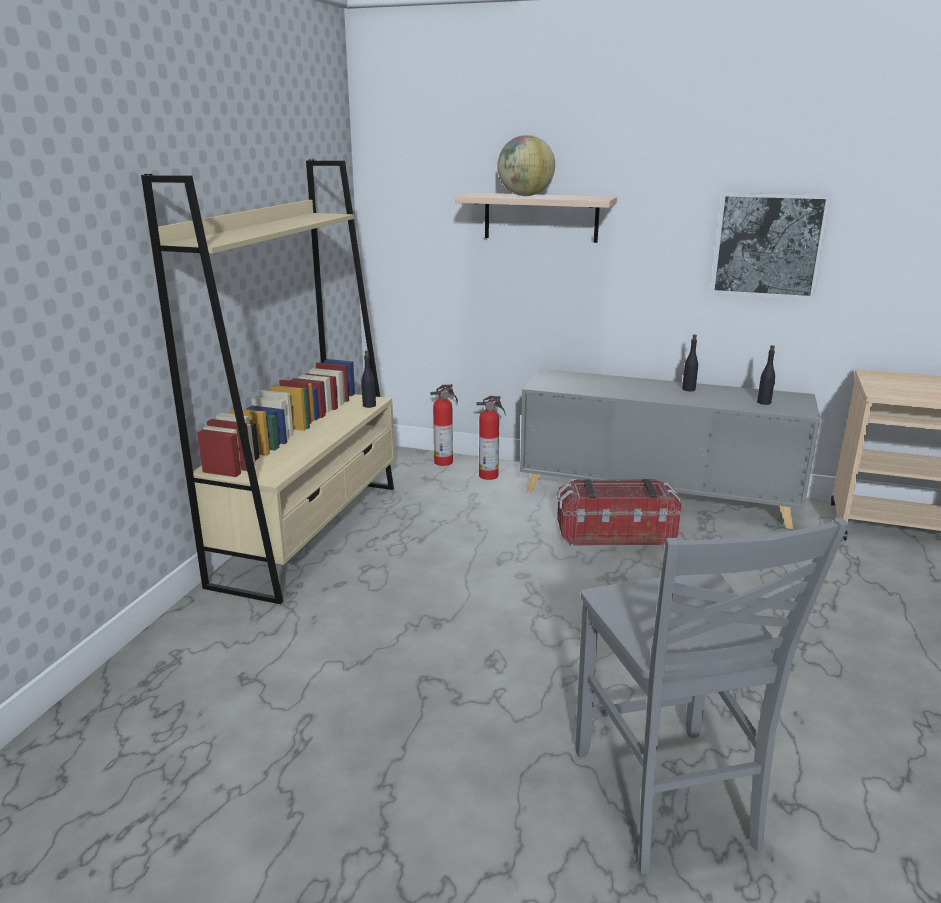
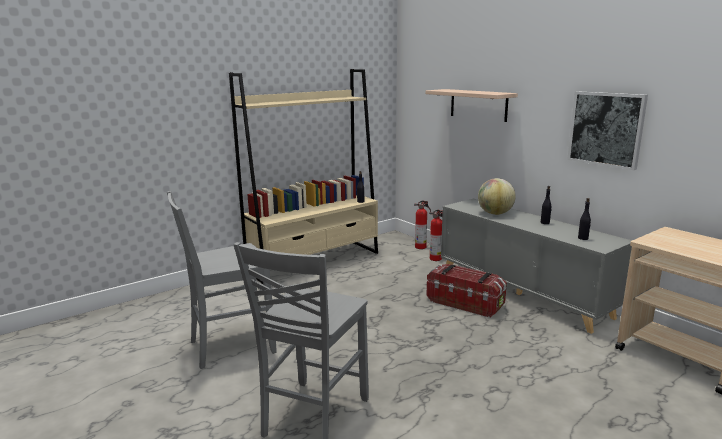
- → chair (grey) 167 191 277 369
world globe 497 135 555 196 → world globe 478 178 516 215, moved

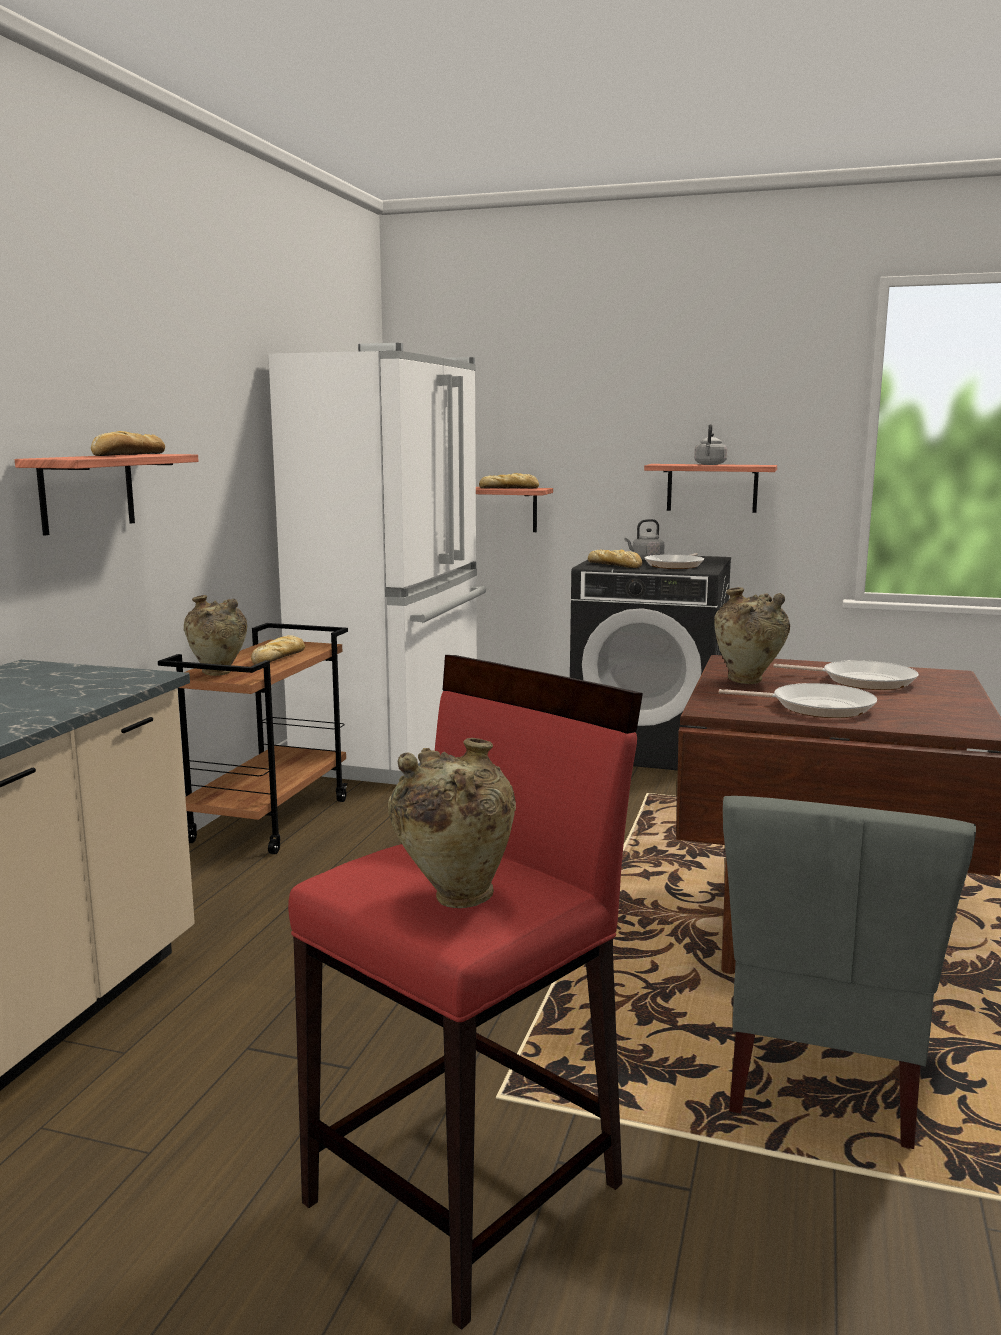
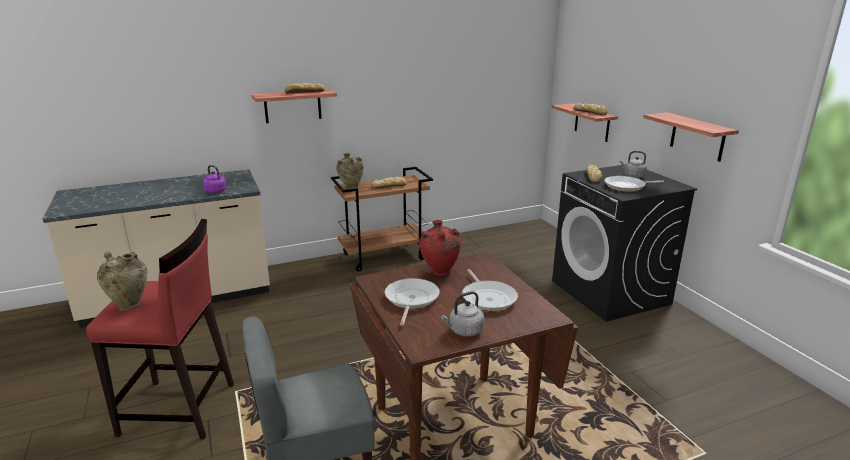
fridge (whitish) 268 343 486 785 → -
- → tea kettle (purple-coloured) 203 165 227 194
tea kettle (grey) 694 424 727 465 → tea kettle (grey) 441 291 484 337, moved
decorative vase (beige-coloured) 714 587 790 684 → decorative vase (red) 419 220 461 276
frying pan 719 683 877 718 → frying pan 385 278 440 326, 150 degrees counterclockwise

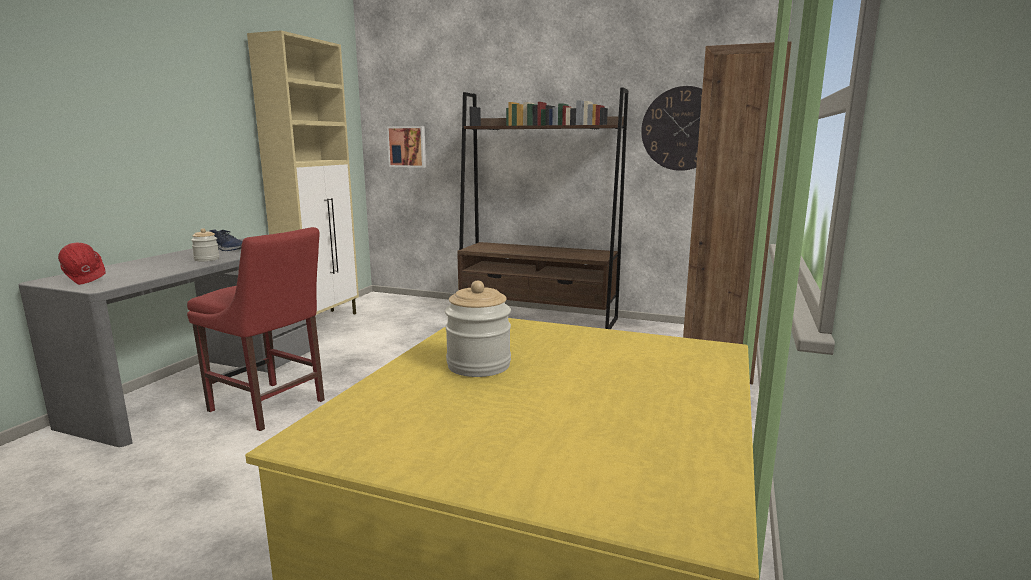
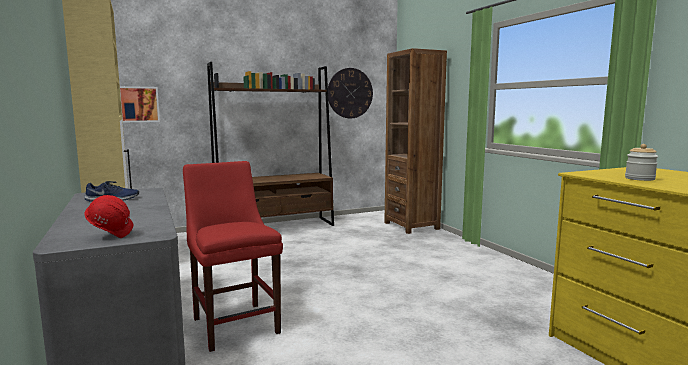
storage jar 191 228 219 261 → -
chair (red) 187 227 325 431 → chair (red) 183 161 283 352, 105 degrees counterclockwise

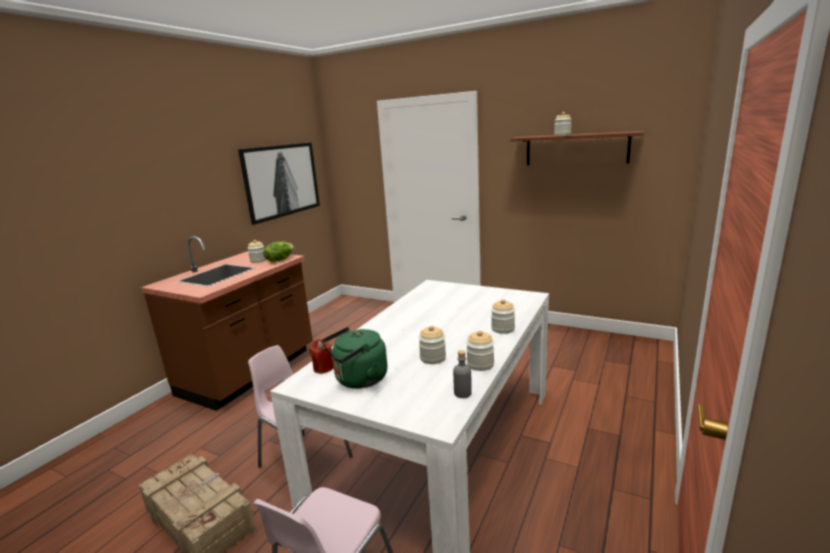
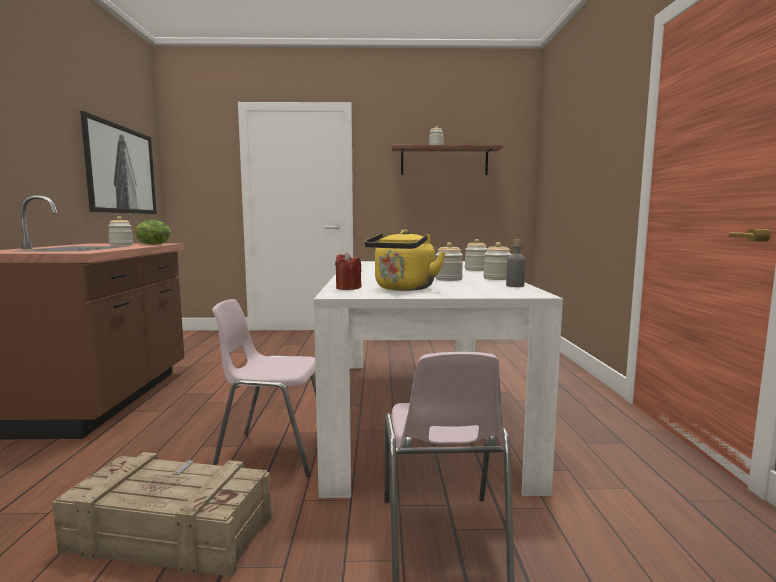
tea kettle (green-coloured) 322 327 388 389 → tea kettle (yellow) 364 229 446 291

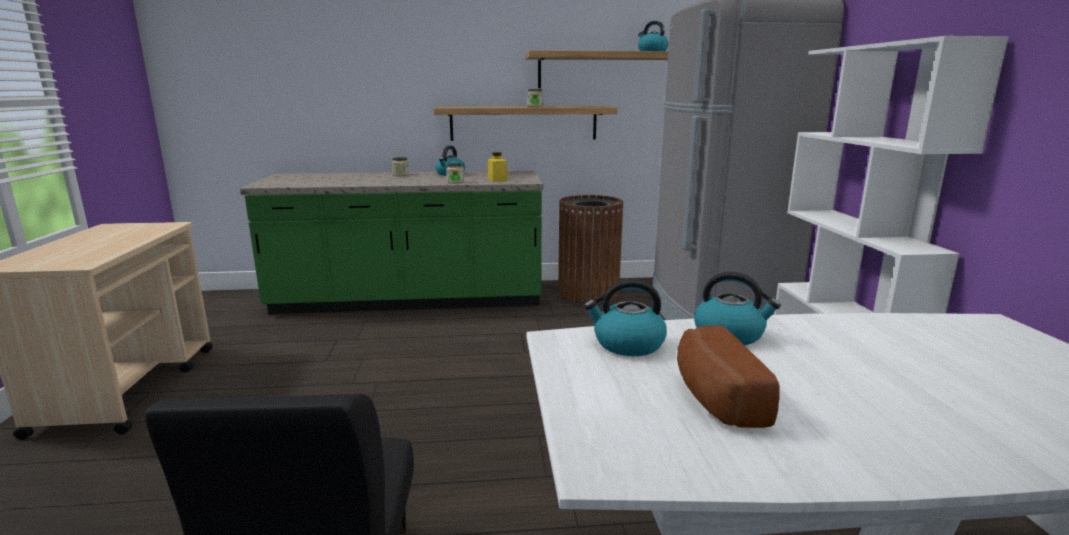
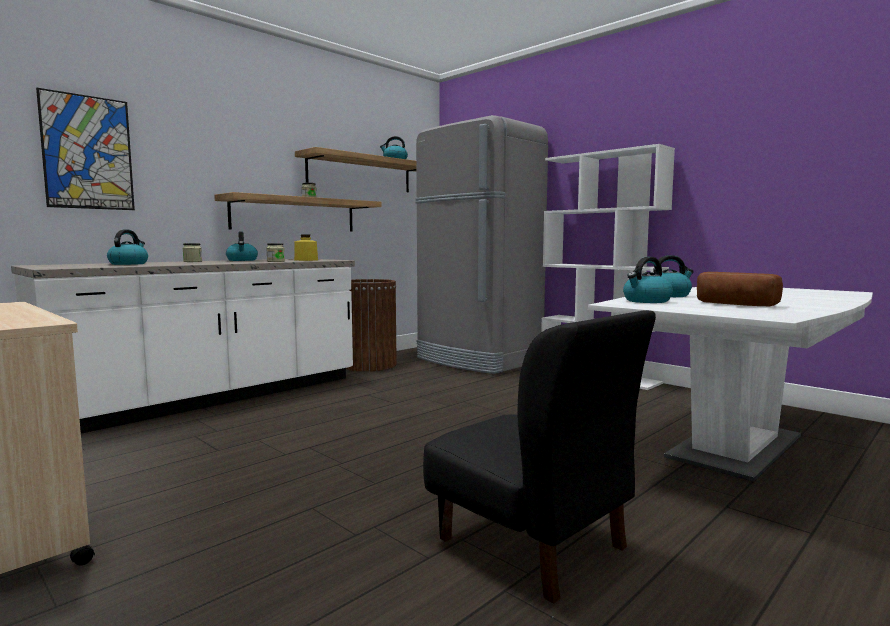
- → wall picture 36 88 135 210
- → tea kettle 107 229 148 265
kitchen base unit (green-coloured) 240 170 543 314 → kitchen base unit (whitish) 11 259 355 434

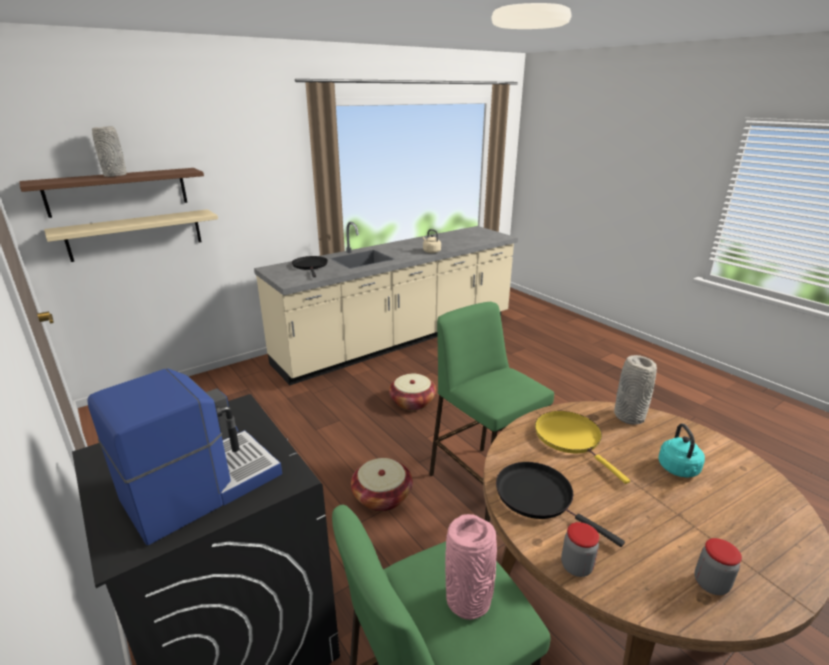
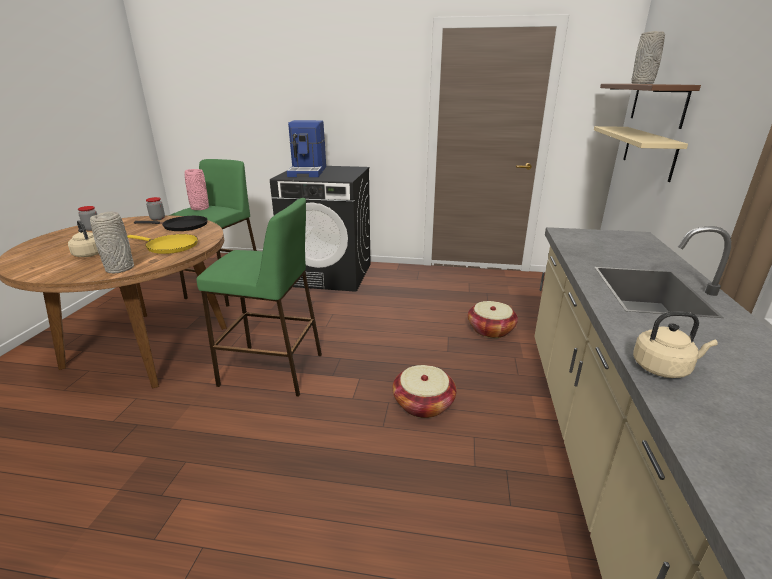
frying pan (black-coloured) 292 256 328 277 → -
storage basket 351 458 413 512 → storage basket 468 301 518 338, moved
tea kettle (turquoise) 658 424 705 477 → tea kettle (beige-coloured) 68 220 99 257

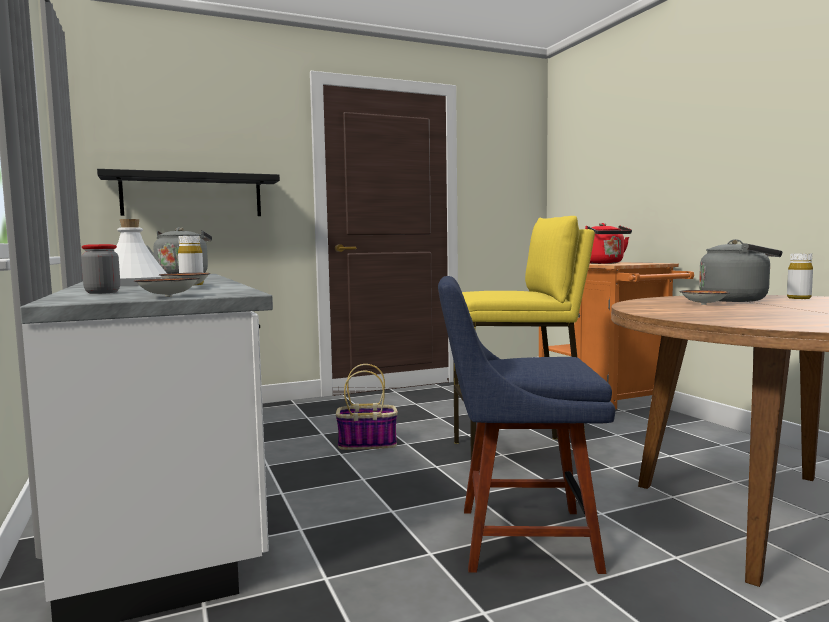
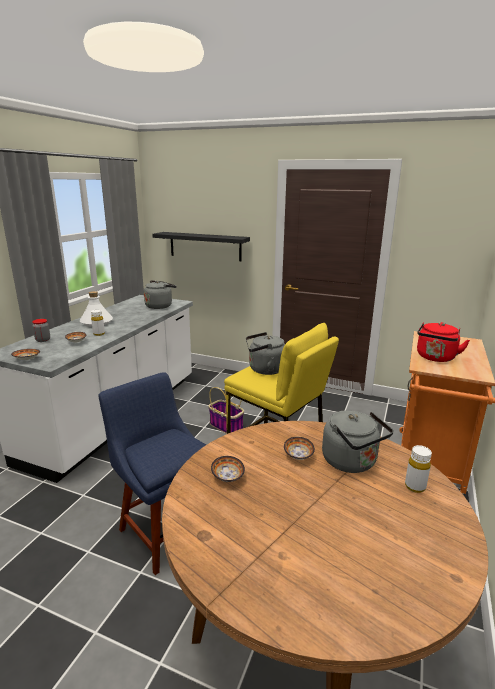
- → serving bowl 211 456 245 482
- → tea kettle (grey) 246 332 285 375

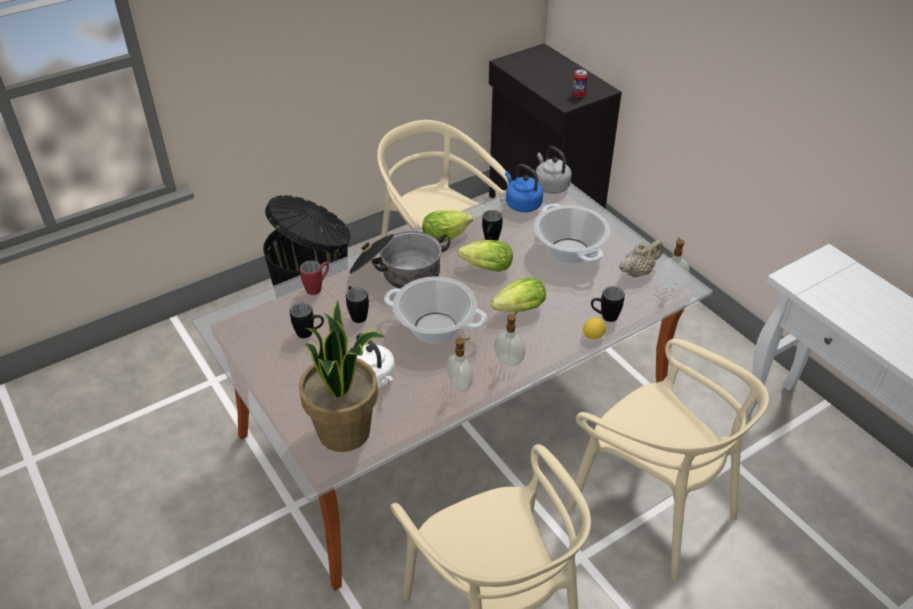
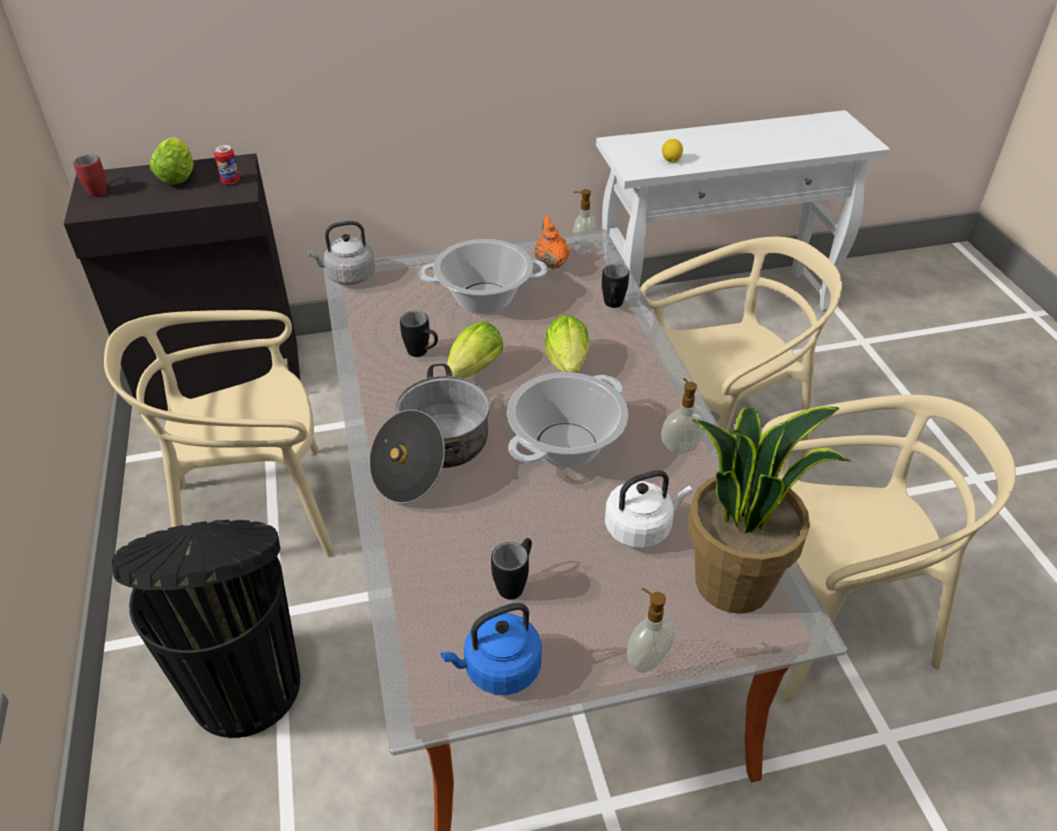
coffee mug (black-coloured) 346 286 369 323 → -
coffee mug (red) 300 261 329 295 → coffee mug (red) 73 155 107 197, moved
lettuce head 422 210 473 243 → lettuce head 150 137 193 185, moved
soap bottle 494 312 525 366 → soap bottle 627 588 675 673, moved
tea kettle (blue-coloured) 505 164 543 212 → tea kettle (blue-coloured) 441 603 542 695, moved
lemon 583 317 606 339 → lemon 662 139 683 162, moved
tea pot (beige-coloured) 619 240 663 278 → tea pot (orange) 534 216 570 269

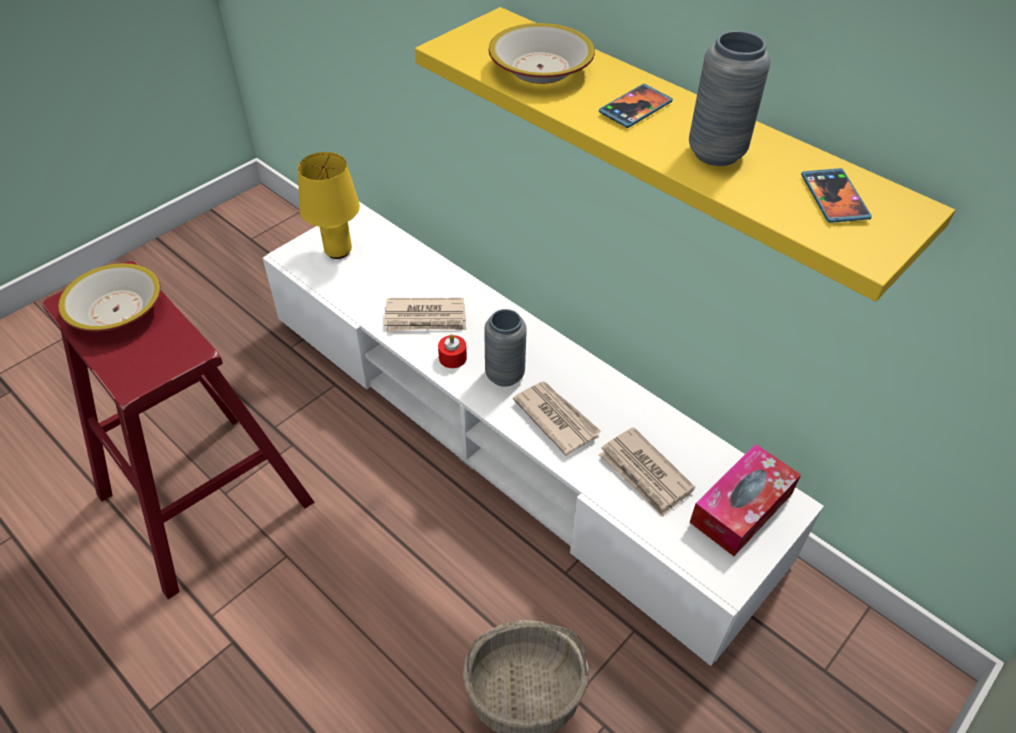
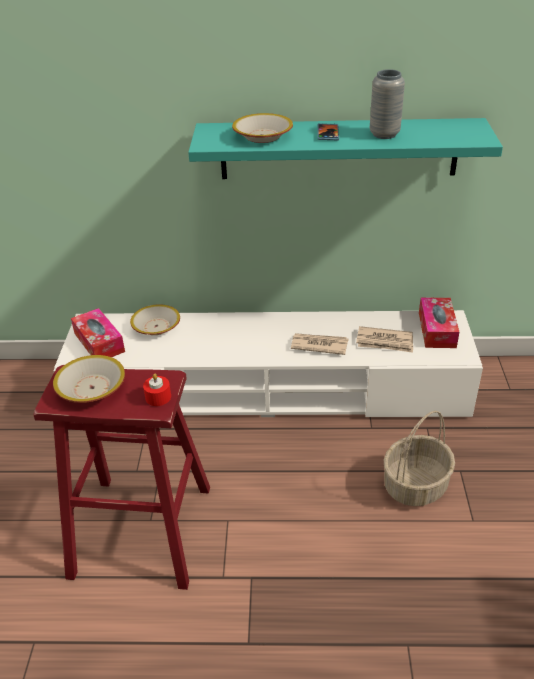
daily paper 384 298 466 331 → -
decorative vase (grey) 484 309 527 387 → -
handset 801 168 872 223 → -
- → serving bowl 130 304 180 335
wax candle (red) 438 334 467 368 → wax candle (red) 143 374 171 406, moved
table lamp (yellow) 298 152 360 259 → tissue holder 71 308 125 357
bracket shelf (yellow) 415 7 955 302 → bracket shelf (turquoise) 188 118 503 179

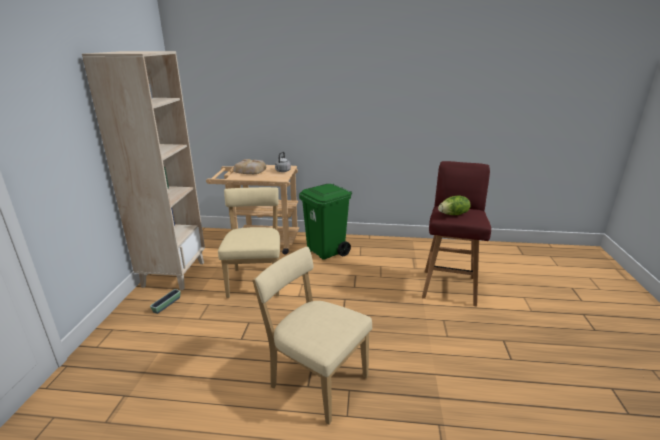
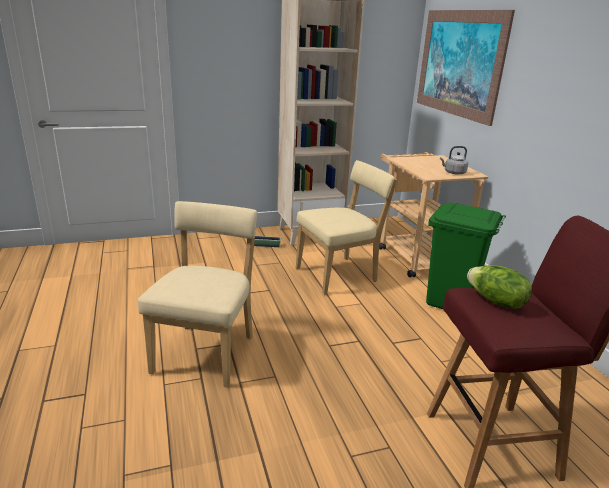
bakery bread 233 159 266 174 → -
- → wall picture 417 10 515 126

